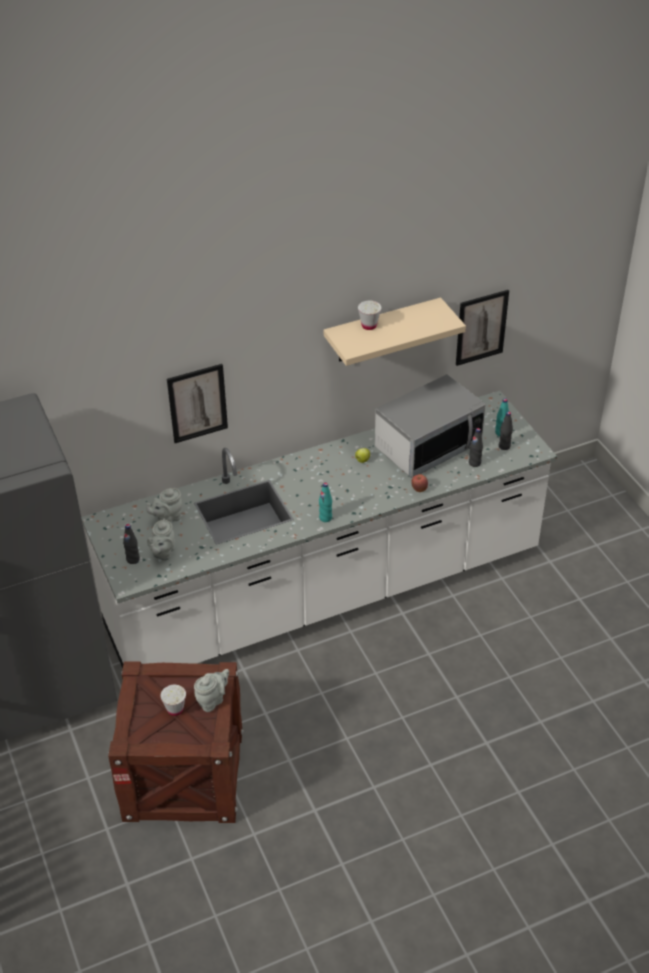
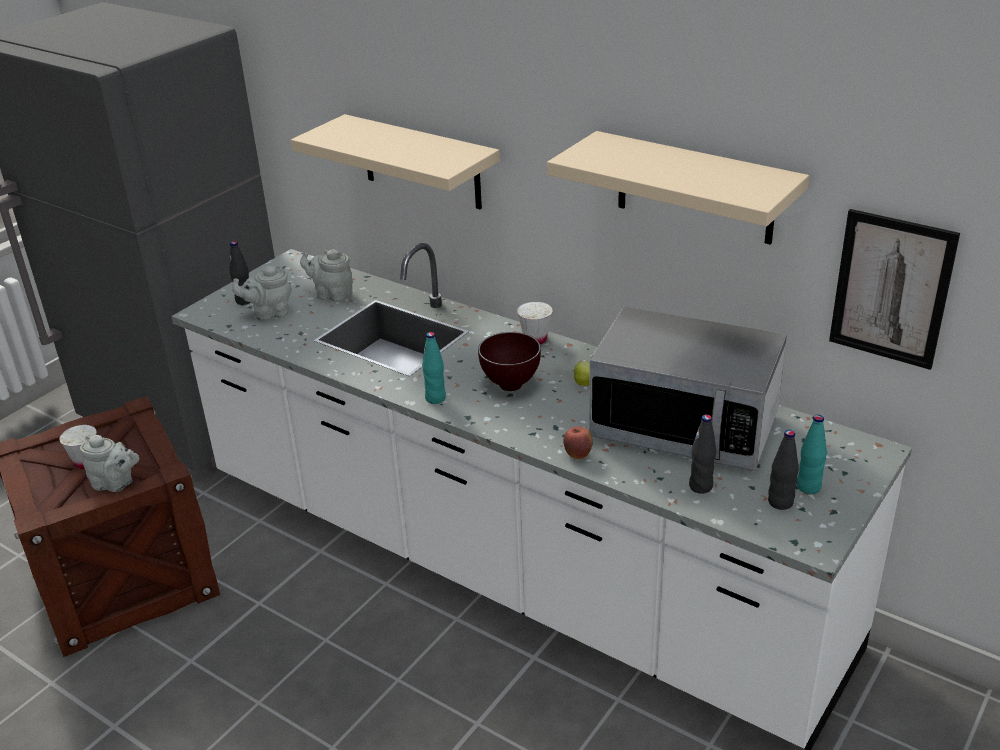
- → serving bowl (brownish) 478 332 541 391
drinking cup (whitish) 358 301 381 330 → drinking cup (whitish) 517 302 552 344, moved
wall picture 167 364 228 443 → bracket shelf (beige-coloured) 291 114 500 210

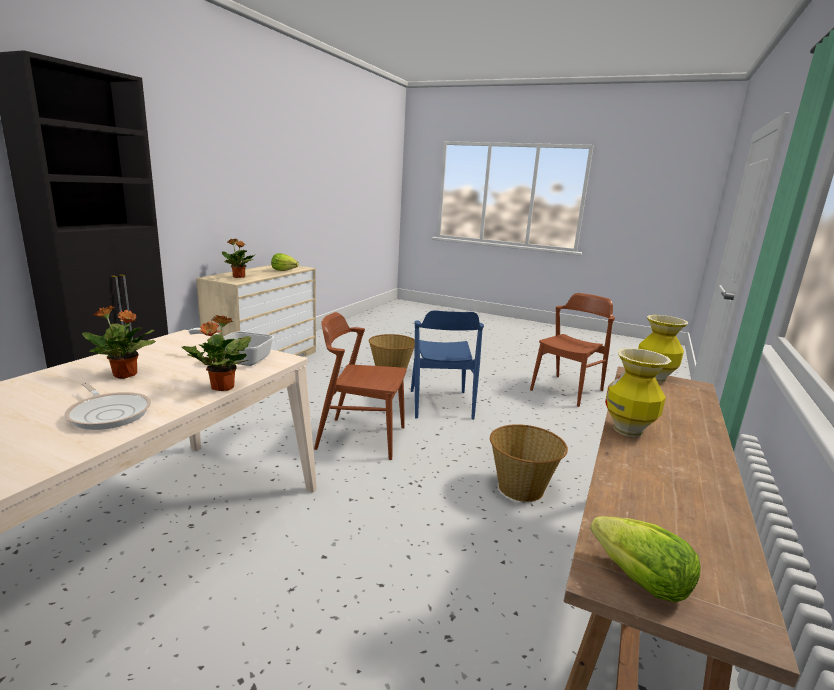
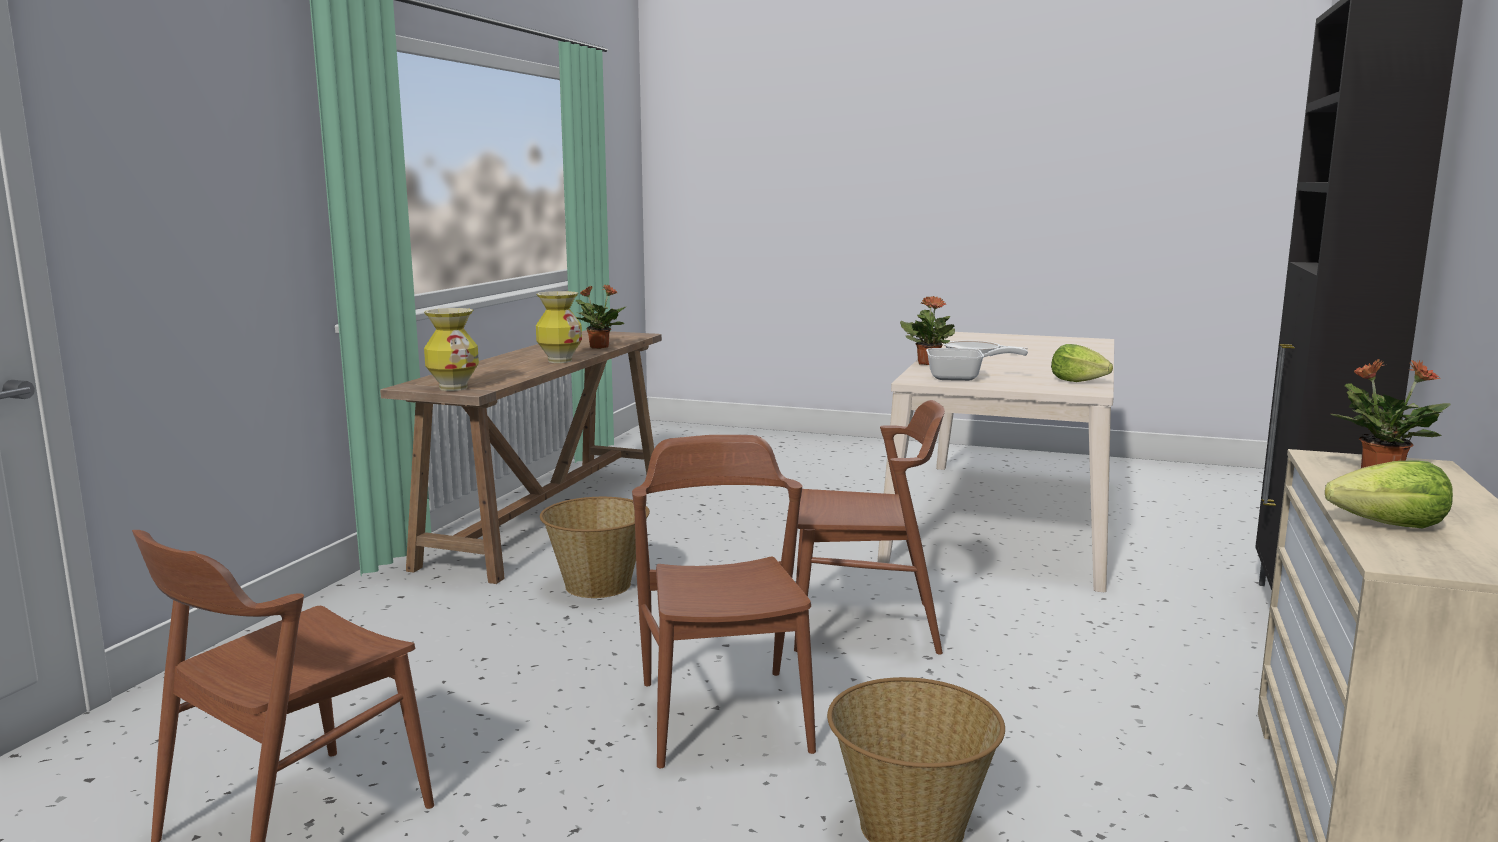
plant in a pot 82 306 156 379 → plant in a pot 576 285 627 349, moved
lettuce head 590 516 700 602 → lettuce head 1051 344 1113 382, moved
chair (blue-coloured) 411 310 484 420 → chair (brownish) 632 435 816 768

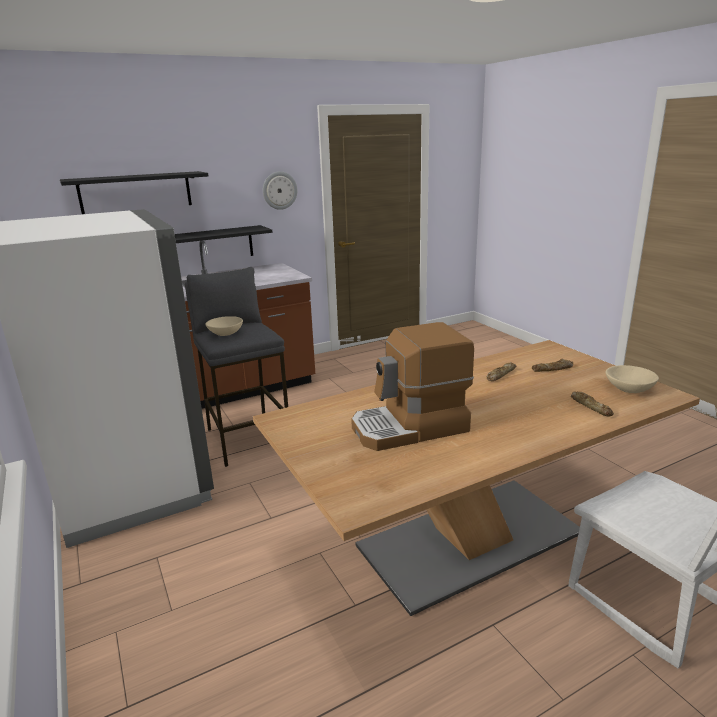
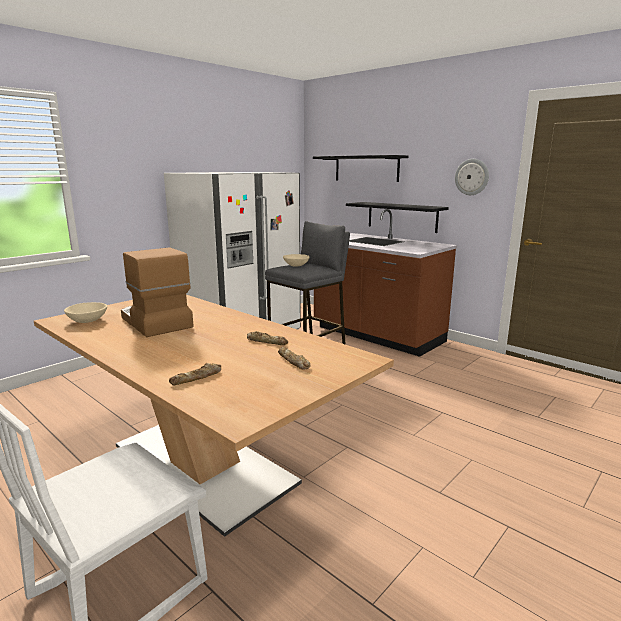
serving bowl (beige-coloured) 606 365 659 393 → serving bowl (beige-coloured) 64 302 107 323, moved

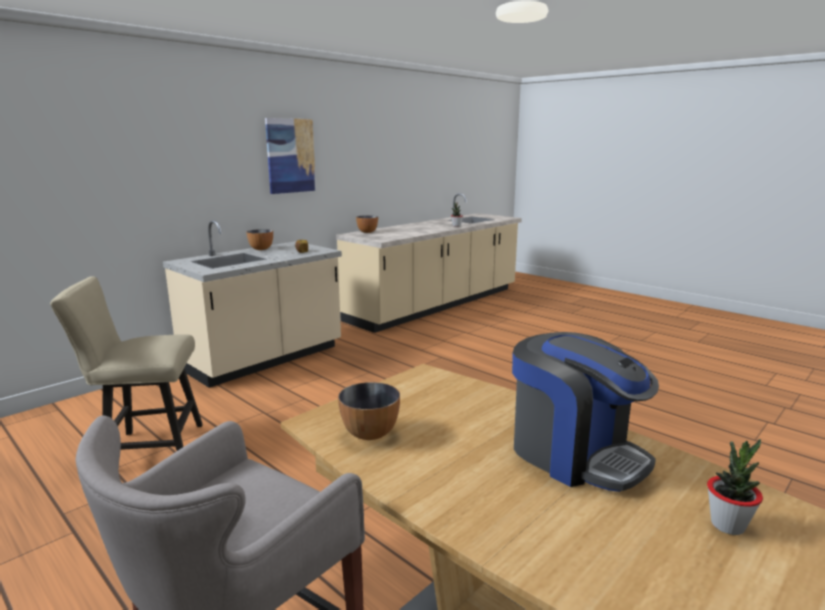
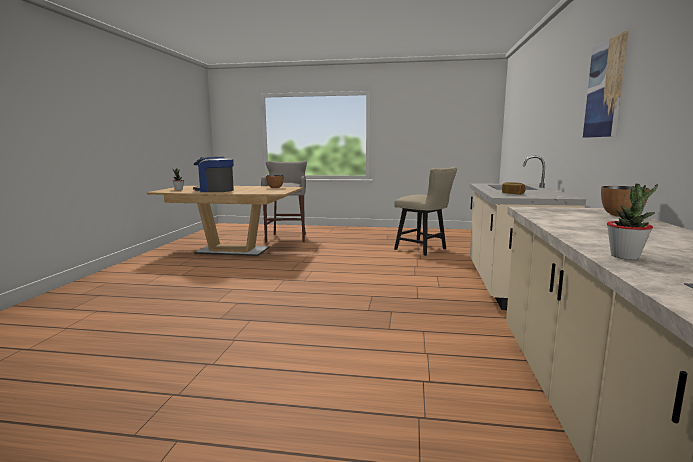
serving bowl 246 229 273 250 → -
chair (beige-coloured) 50 276 203 451 → chair (beige-coloured) 394 167 457 256, 90 degrees clockwise

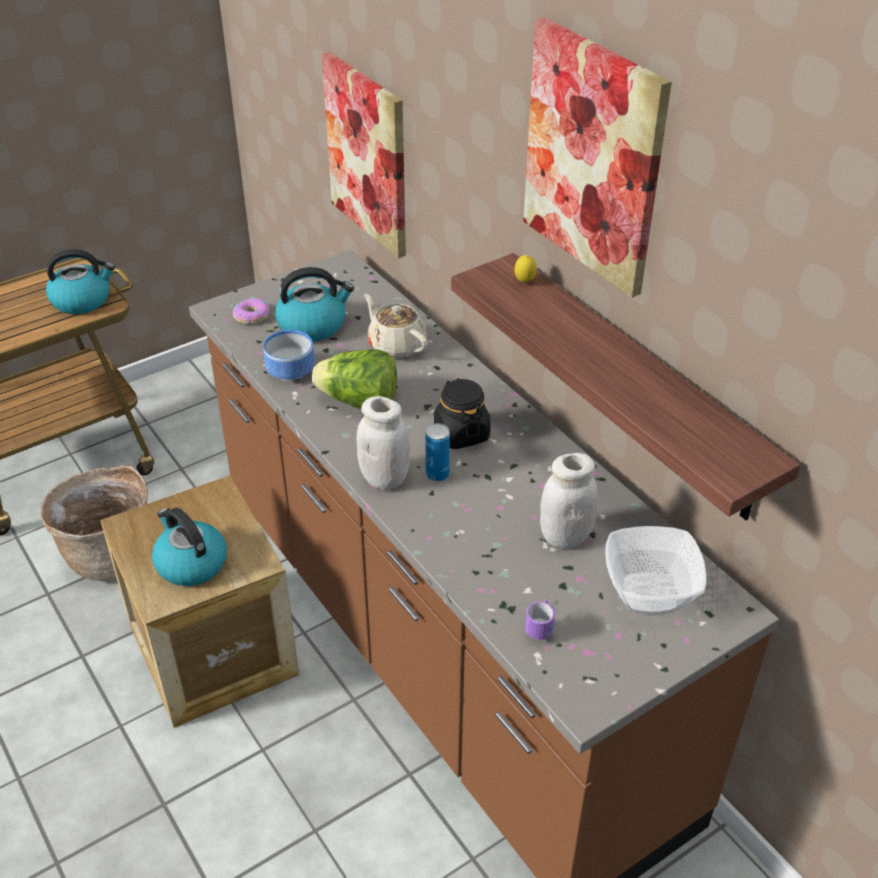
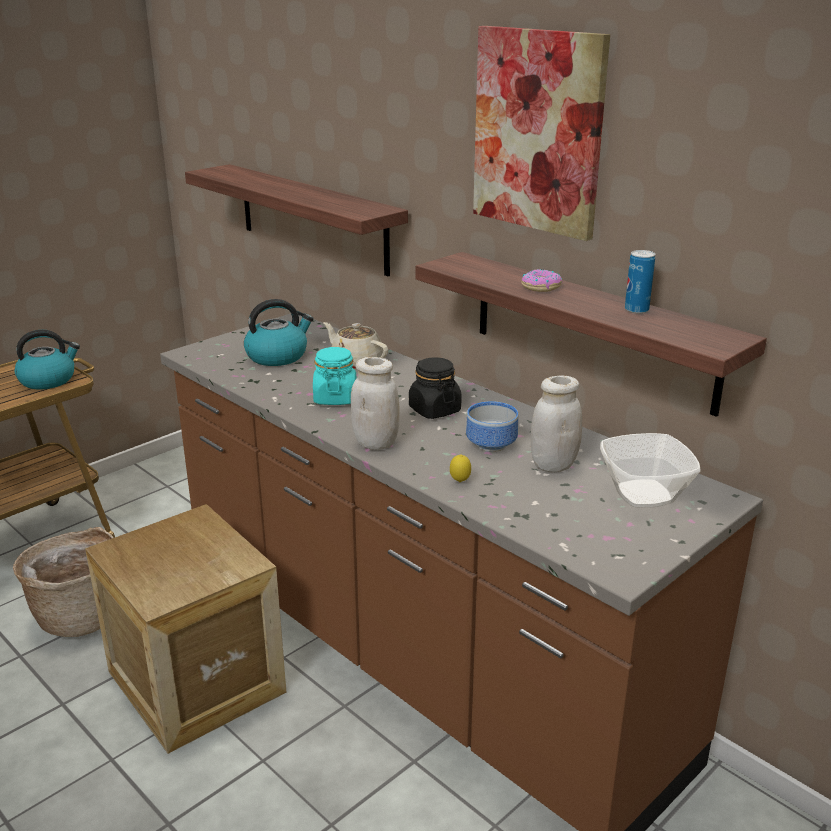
tea kettle 152 508 227 586 → -
coffee mug 525 597 555 640 → -
doughnut 233 298 269 325 → doughnut 521 269 563 292, moved
serving bowl 263 330 315 381 → serving bowl 466 401 518 452, moved
can 425 423 450 482 → can 625 250 655 314, moved
lemon 515 255 537 283 → lemon 450 454 471 482, moved
lettuce head 312 349 397 409 → storage jar (turquoise) 313 347 357 405
wall picture 322 52 406 259 → bracket shelf 185 164 408 276

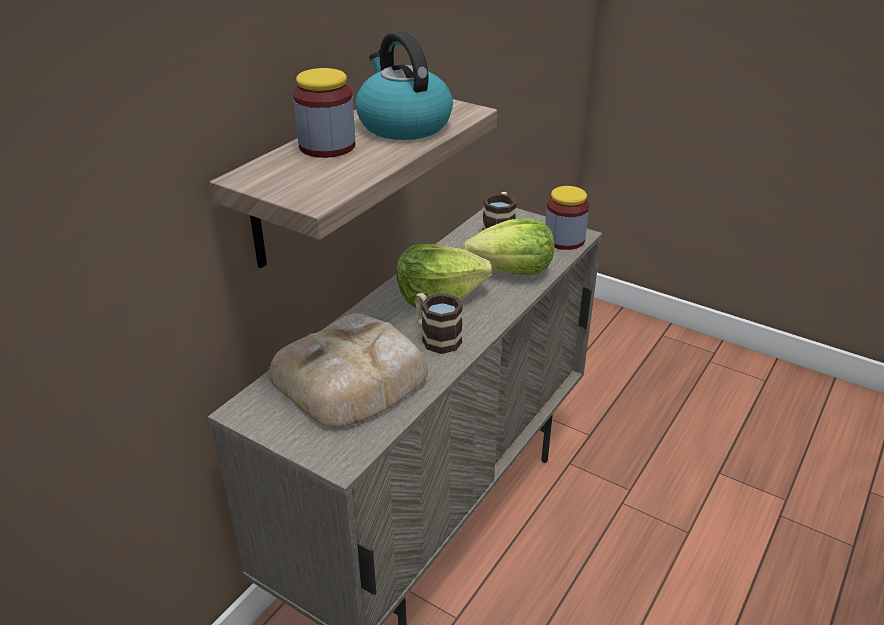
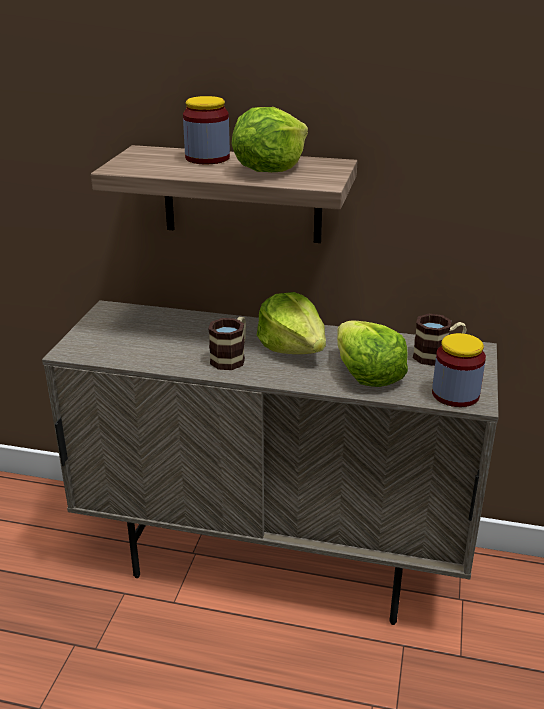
bakery bread 269 313 428 428 → -
tea kettle 356 31 453 140 → lettuce head 231 107 308 172

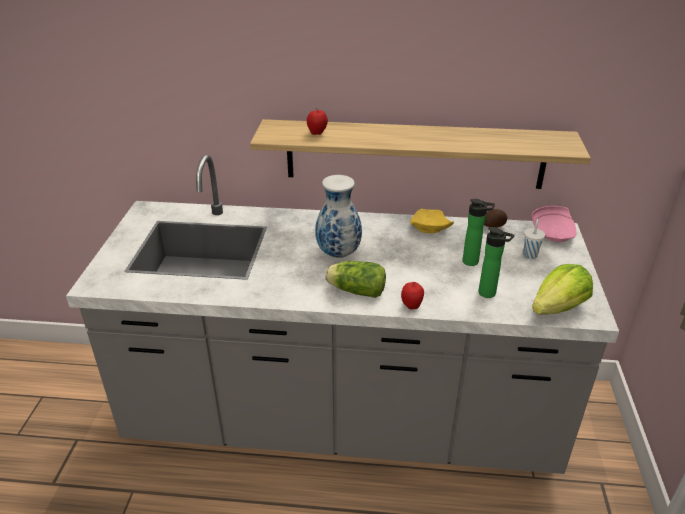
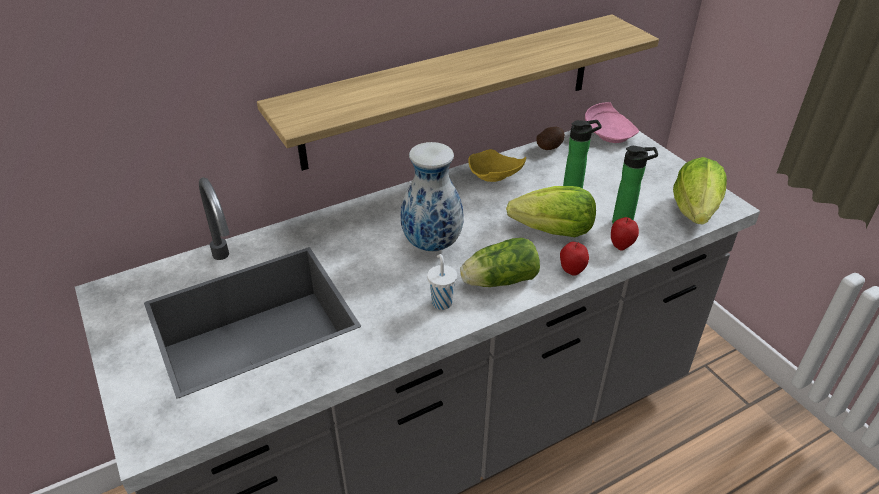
- → lettuce head 506 186 596 237
apple fruit 307 108 328 135 → apple fruit 611 217 639 251, moved
drinking cup (whitish) 523 219 545 259 → drinking cup (whitish) 427 254 457 310, moved

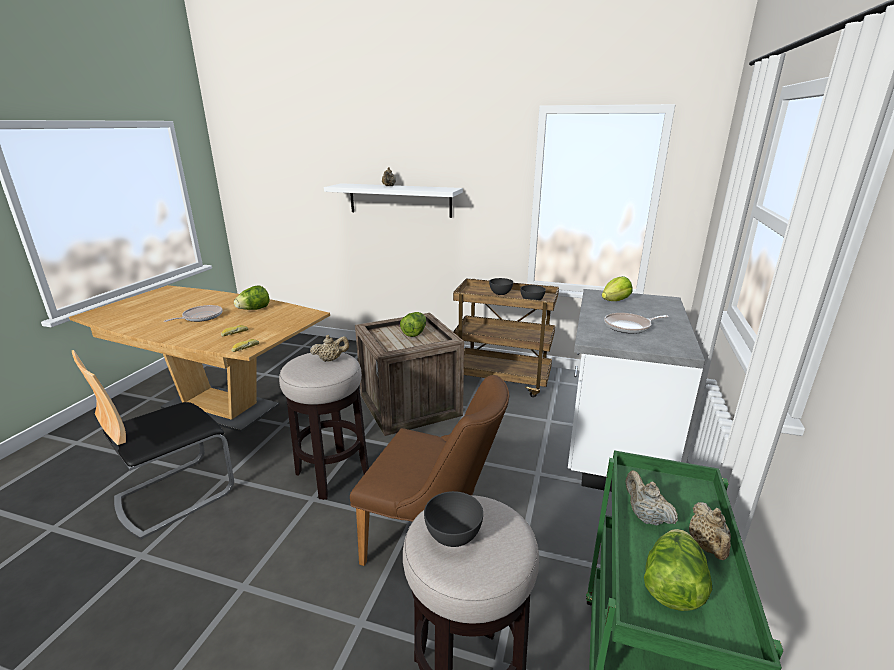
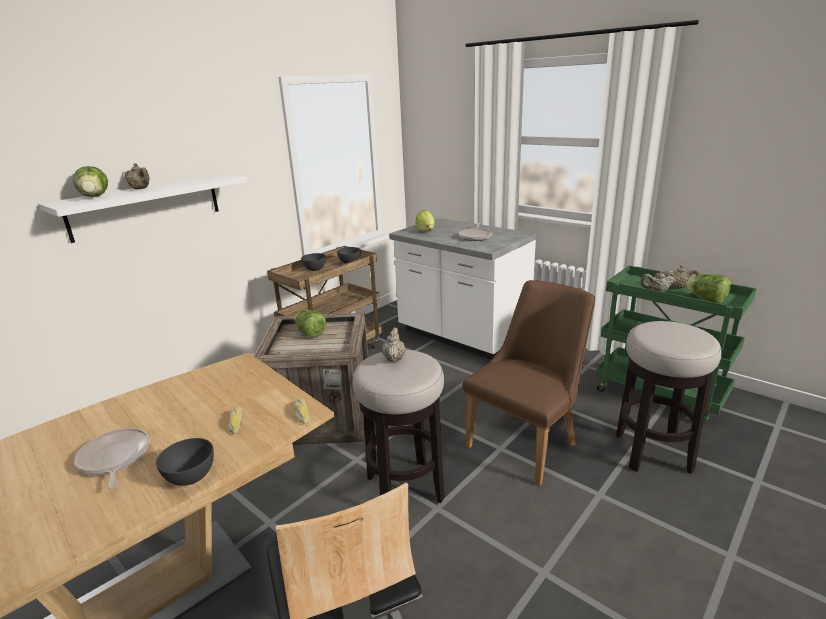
lettuce head 234 286 269 310 → lettuce head 73 166 108 197, moved
serving bowl (grey) 424 491 483 547 → serving bowl (grey) 156 438 214 486, moved

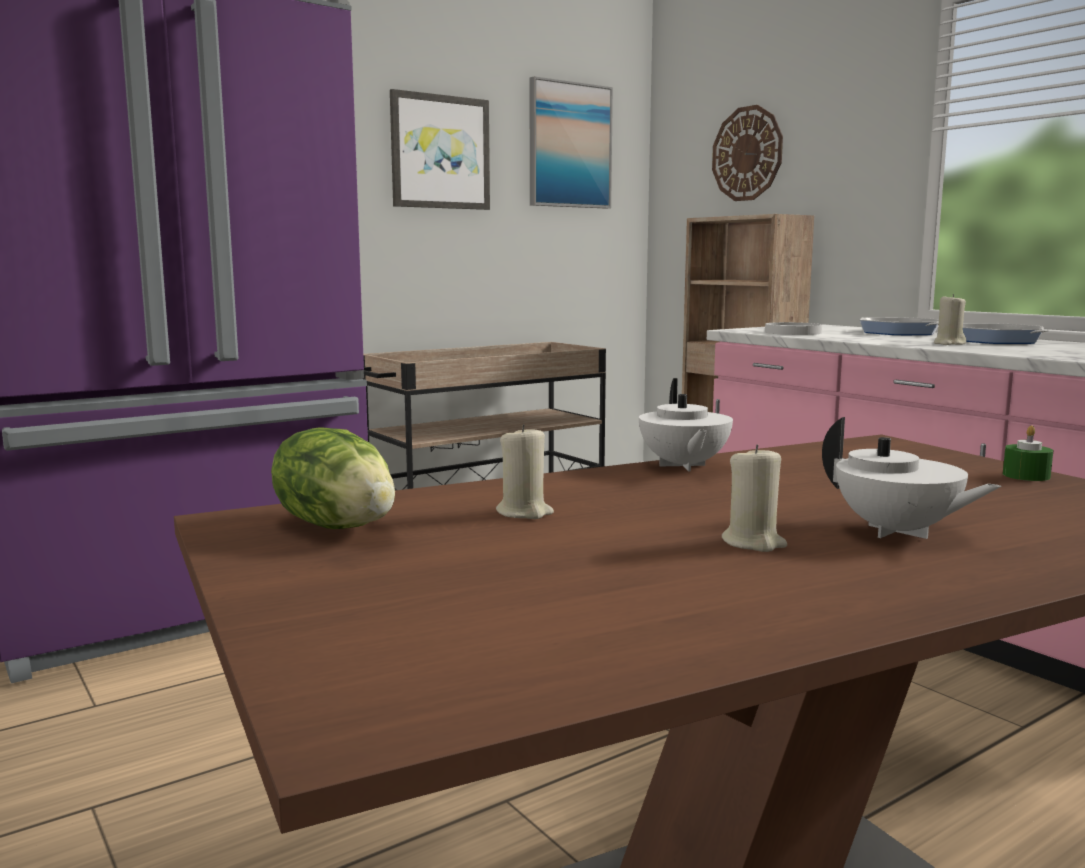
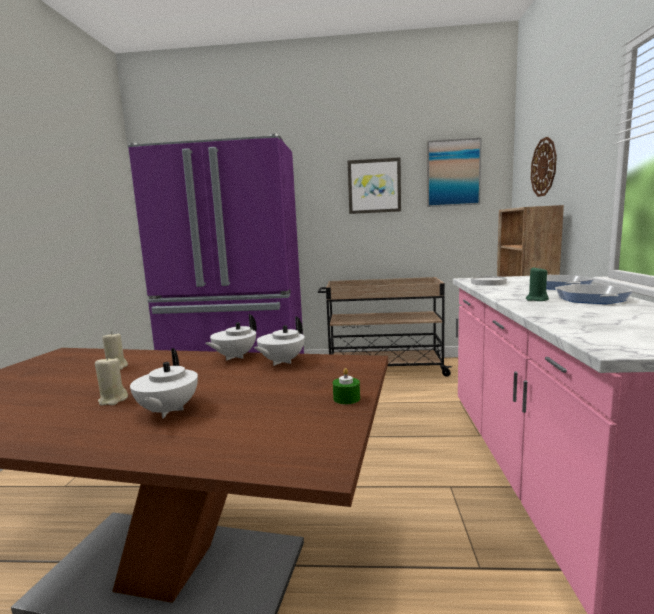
lettuce head 271 427 395 529 → -
- → tea pot (whitish) 253 316 305 366
wax candle (beige-coloured) 934 294 966 345 → wax candle (green-coloured) 526 266 549 301

